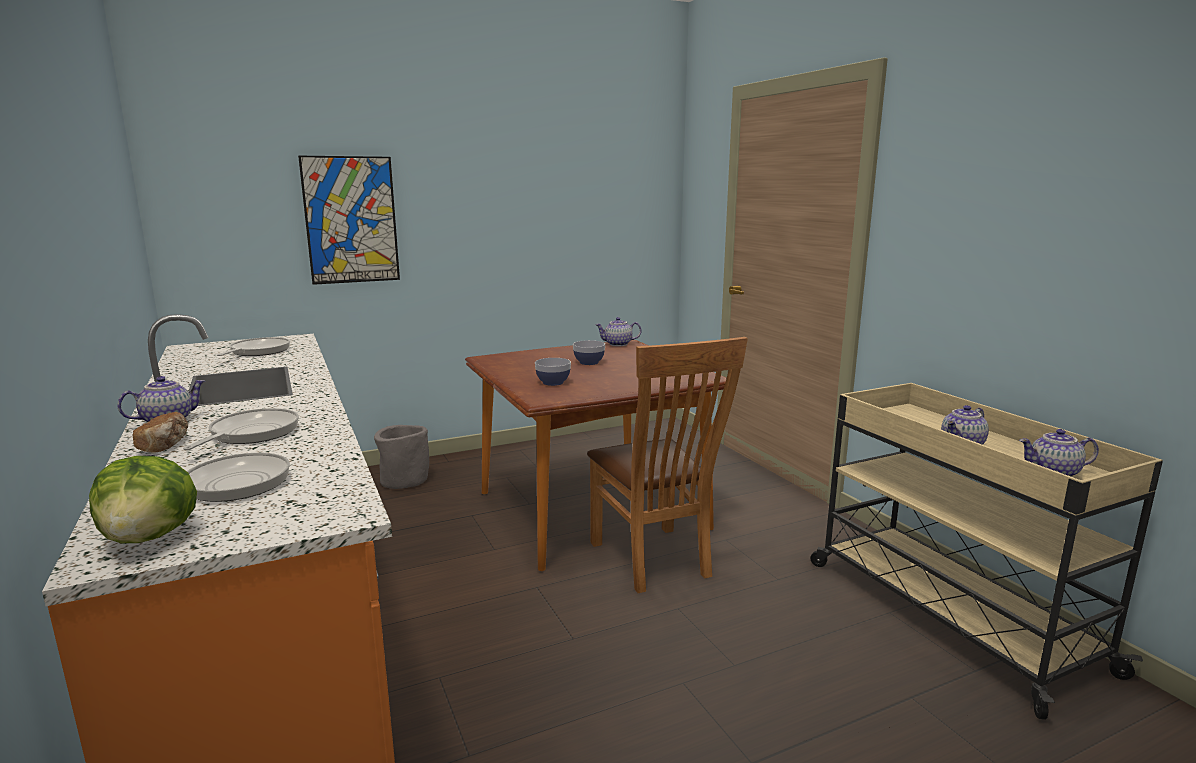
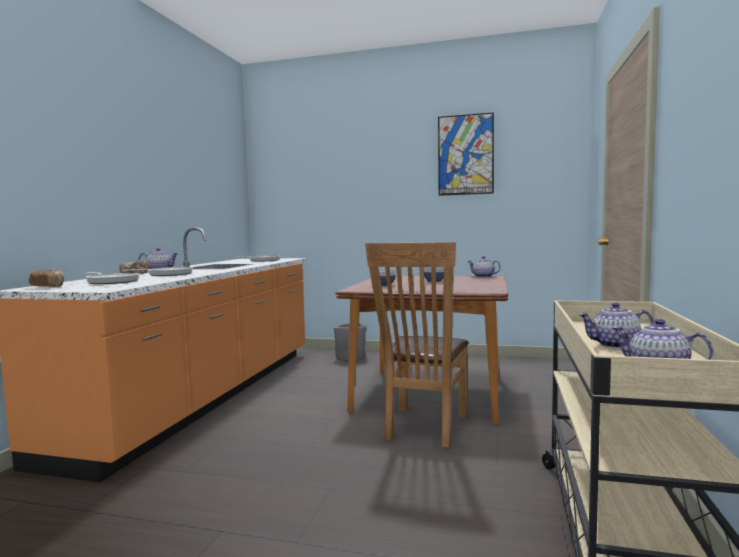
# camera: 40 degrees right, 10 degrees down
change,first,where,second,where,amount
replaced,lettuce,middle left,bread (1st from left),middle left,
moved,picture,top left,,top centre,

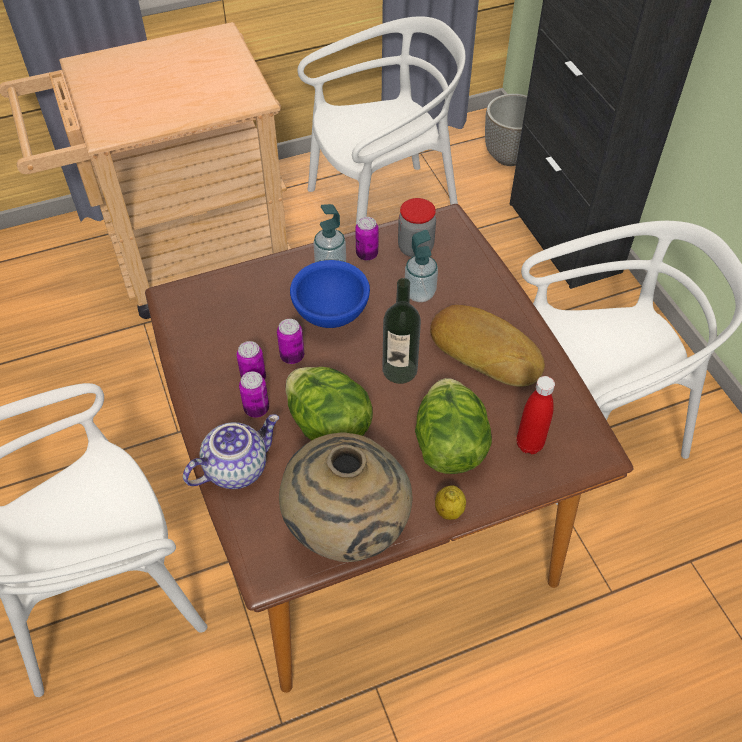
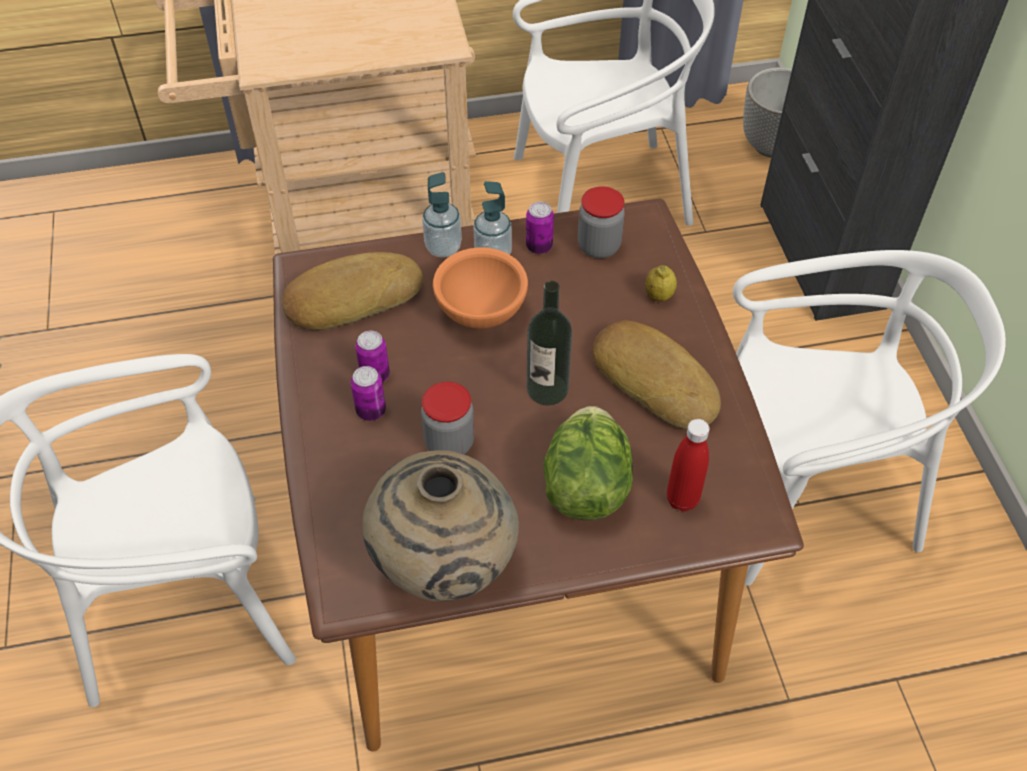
# camera: 10 degrees right, 0 degrees up
change,first,where,second,where,amount
removed,teapot,middle left,,,
removed,can (3rd from left),centre,,,
replaced,lettuce (1st from left),centre,jar (1st from left),centre,
recoloured,blue bowl,centre,orange bowl,centre,
moved,soap dispenser (2nd from left in the first image),centre,soap dispenser (1st from left),top centre,
moved,lemon,bottom centre,,centre,
added,,,bread (1st from left),centre,

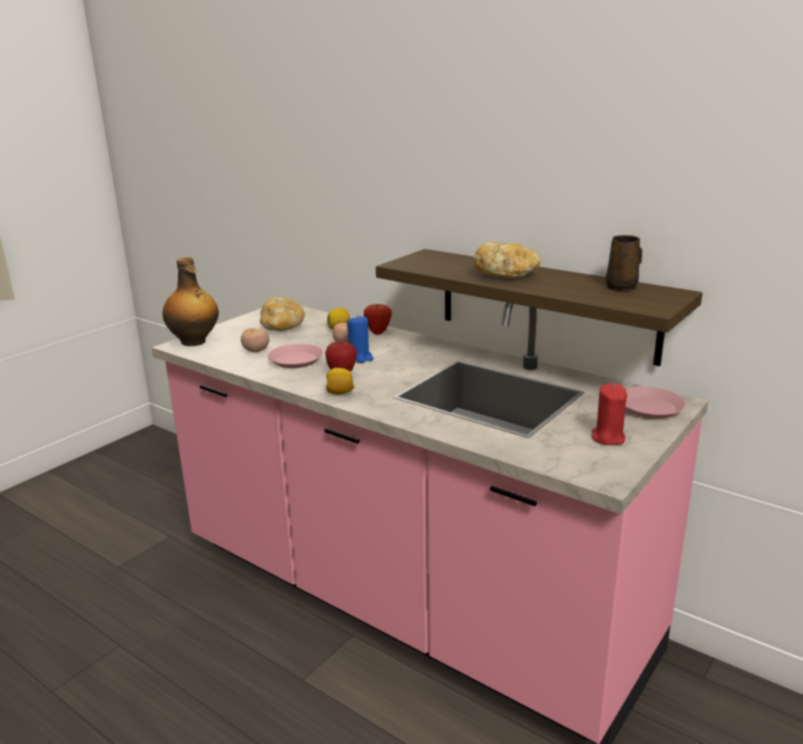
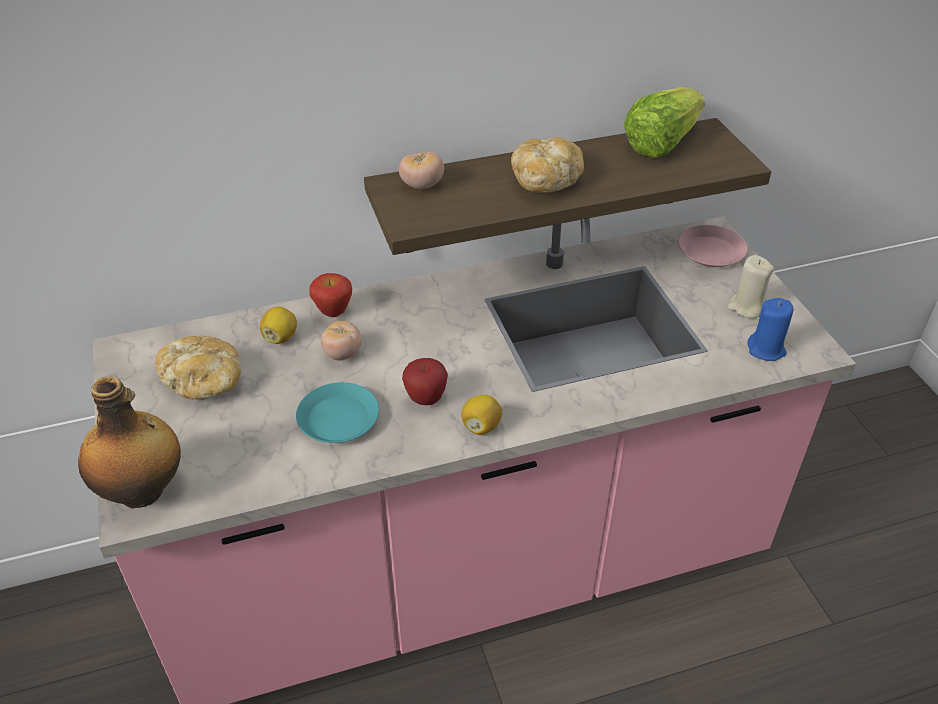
# camera: 55 degrees left, 20 degrees up
change,first,where,second,where,amount
moved,tomato (1st from left in the first image),middle left,tomato (2nd from left),top centre,
recoloured,pink plate (1st from left),centre,turquoise plate,centre,
moved,blue candle,centre,,middle right,
recoloured,red candle,middle right,beige candle,middle right,
replaced,brown mug,middle right,lettuce,top right,

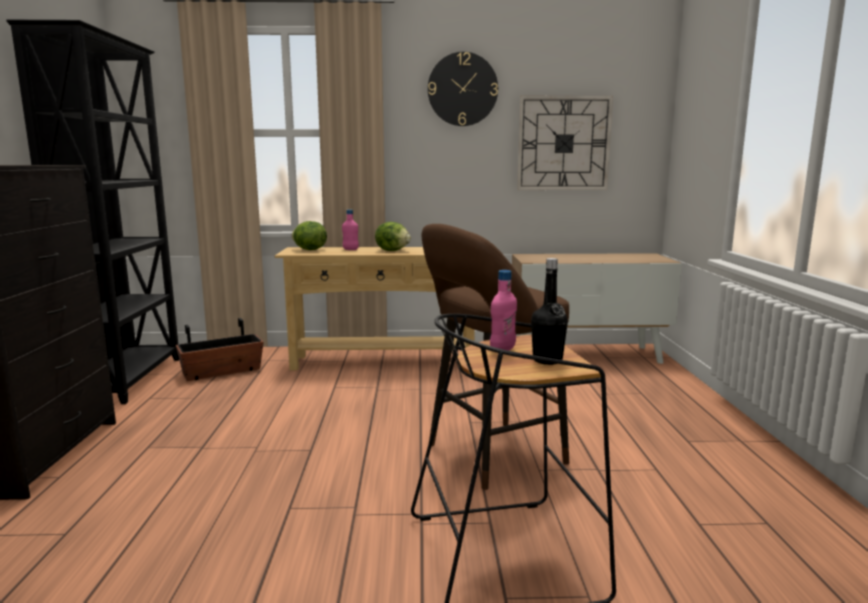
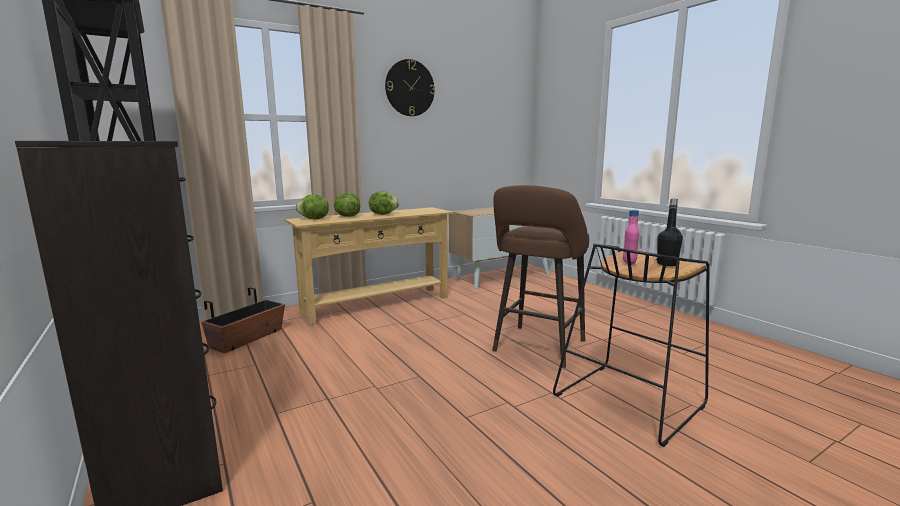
# camera: 30 degrees left, 0 degrees up
change,first,where,second,where,amount
replaced,pink bottle (1st from left),centre,lettuce (2nd from left),centre,
removed,wall clock (2nd from left),top centre,,,

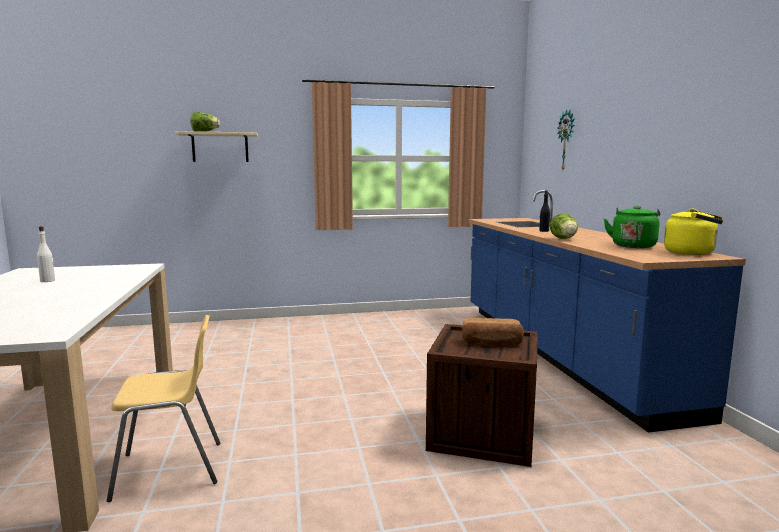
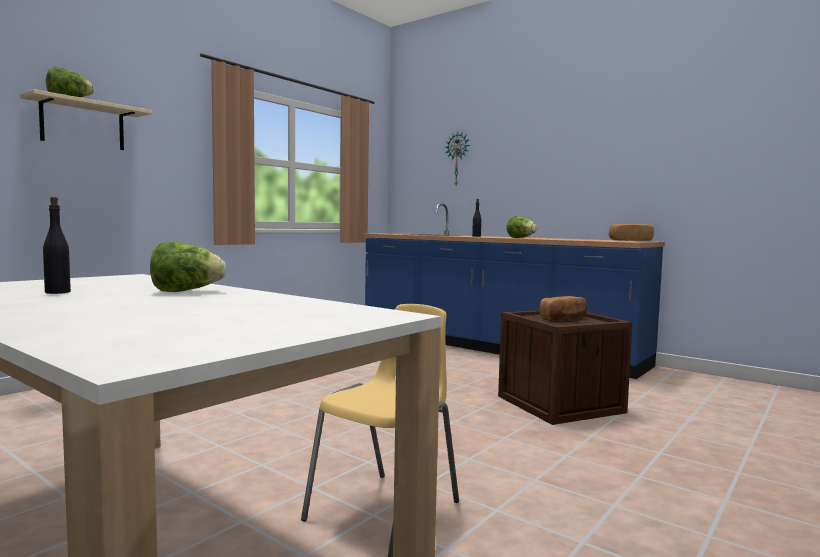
# camera: 40 degrees left, 5 degrees down
change,first,where,second,where,amount
recoloured,white bottle,middle left,black bottle (1st from left),middle left,
removed,green kettle,middle right,,,
replaced,yellow kettle,middle right,bread (2nd from left),middle right,
added,,,lettuce (2nd from left),middle left,

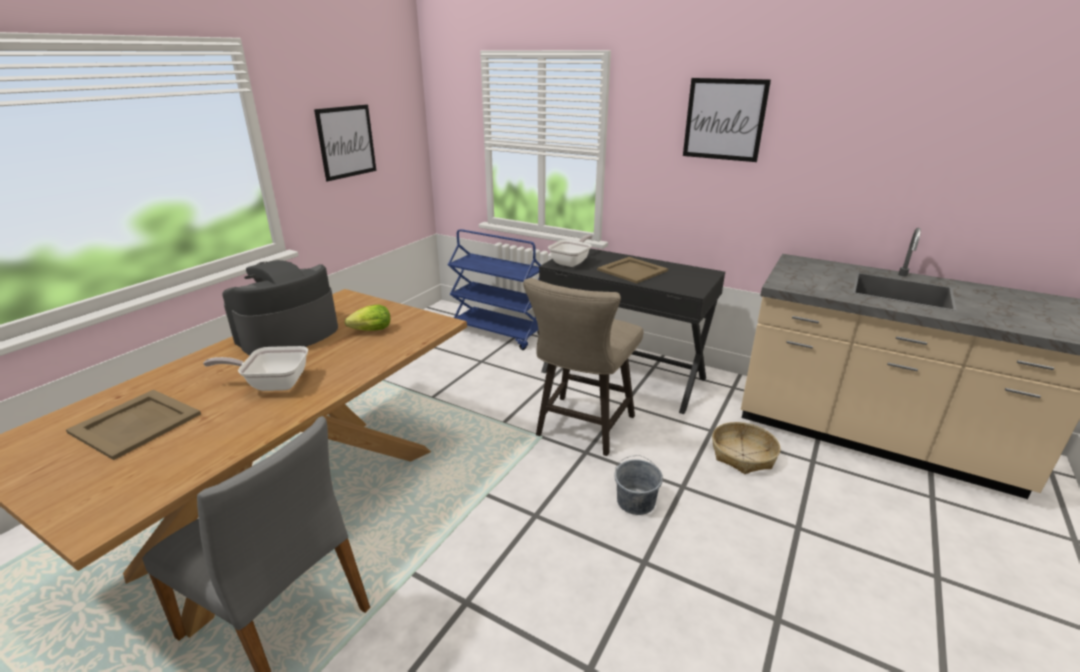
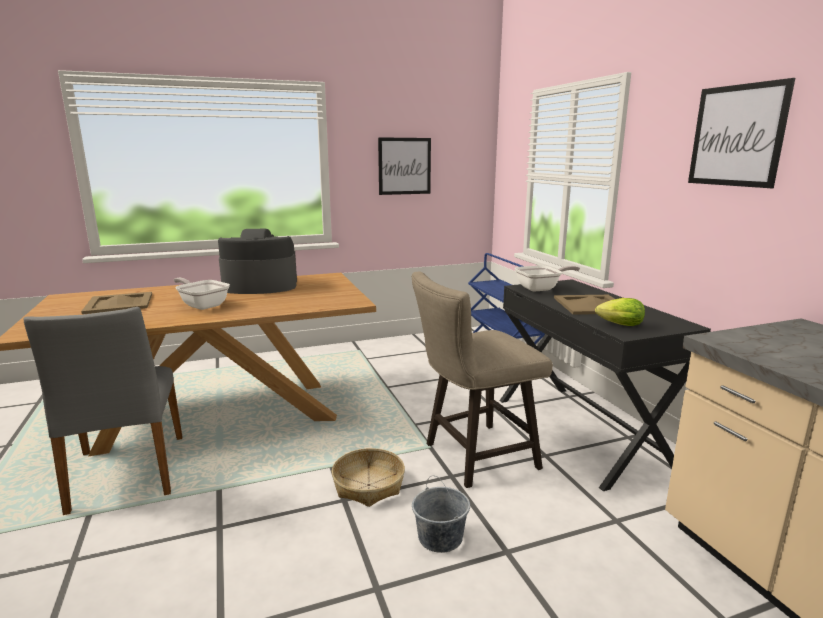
# camera: 40 degrees right, 10 degrees down
change,first,where,second,where,amount
moved,lettuce,centre,,middle right,
moved,basket,bottom right,,bottom centre,

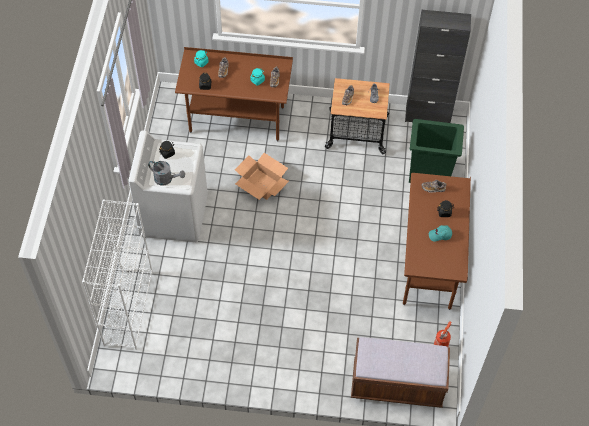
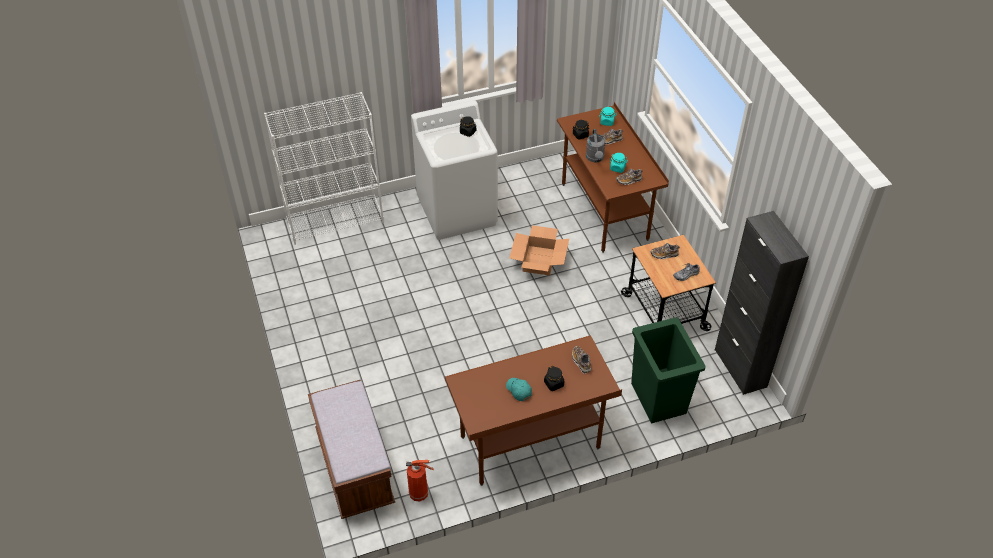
# camera: 65 degrees right, 10 degrees down
change,first,where,second,where,amount
moved,grey watering can,middle left,,top centre,

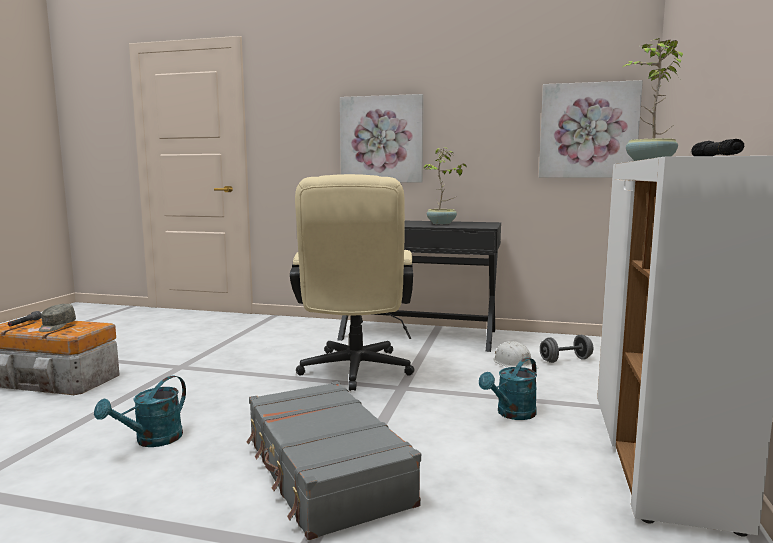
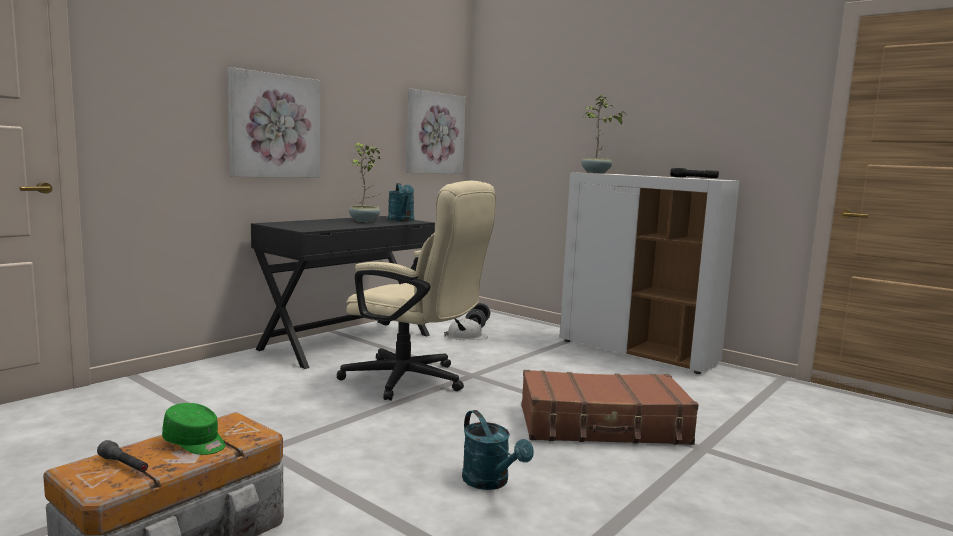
# camera: 65 degrees left, 0 degrees up
change,first,where,second,where,amount
recoloured,grey cap,middle left,green cap,bottom left,
recoloured,grey suitcase,bottom centre,brown suitcase,bottom centre,
moved,turquoise watering can (2nd from left in the first image),bottom centre,turquoise watering can (1st from left),centre,

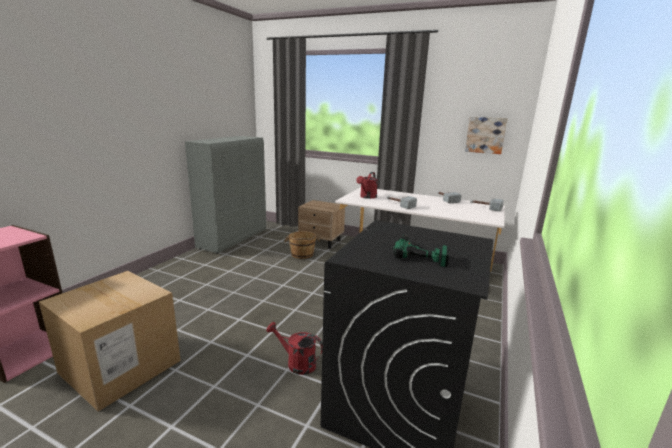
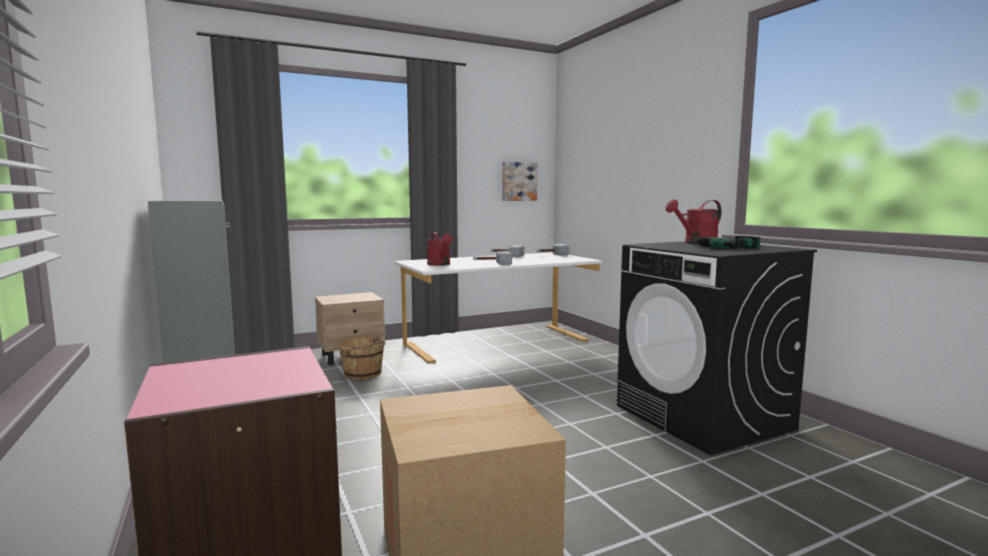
# camera: 50 degrees left, 10 degrees down
change,first,where,second,where,amount
moved,red watering can (1st from left in the first image),bottom centre,red watering can (2nd from left),middle right,

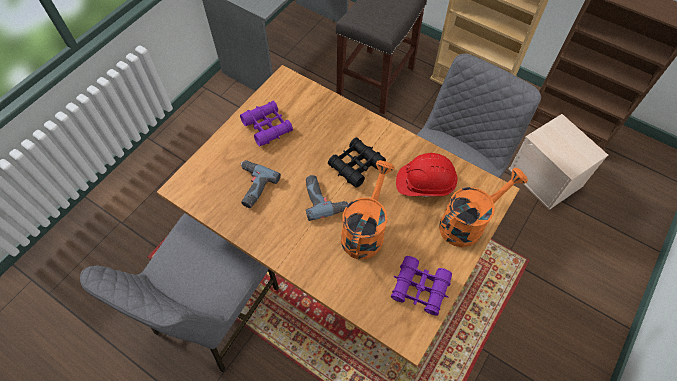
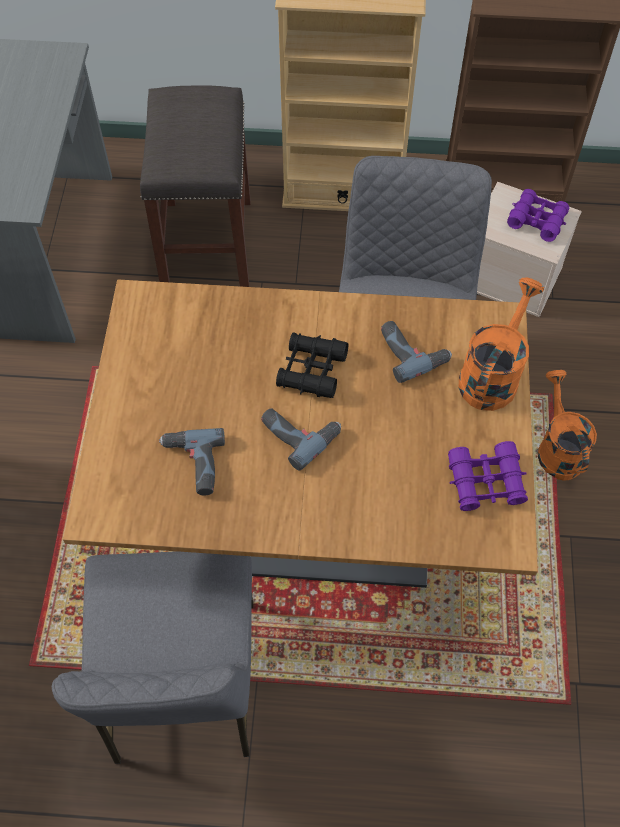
# camera: 30 degrees left, 0 degrees up
change,first,where,second,where,amount
moved,purple binoculars (1st from left in the first image),top centre,purple binoculars (2nd from left),top right,
moved,orange watering can (1st from left in the first image),centre,orange watering can (2nd from left),middle right,
replaced,red hard hat,centre,power drill (3rd from left),middle right,

